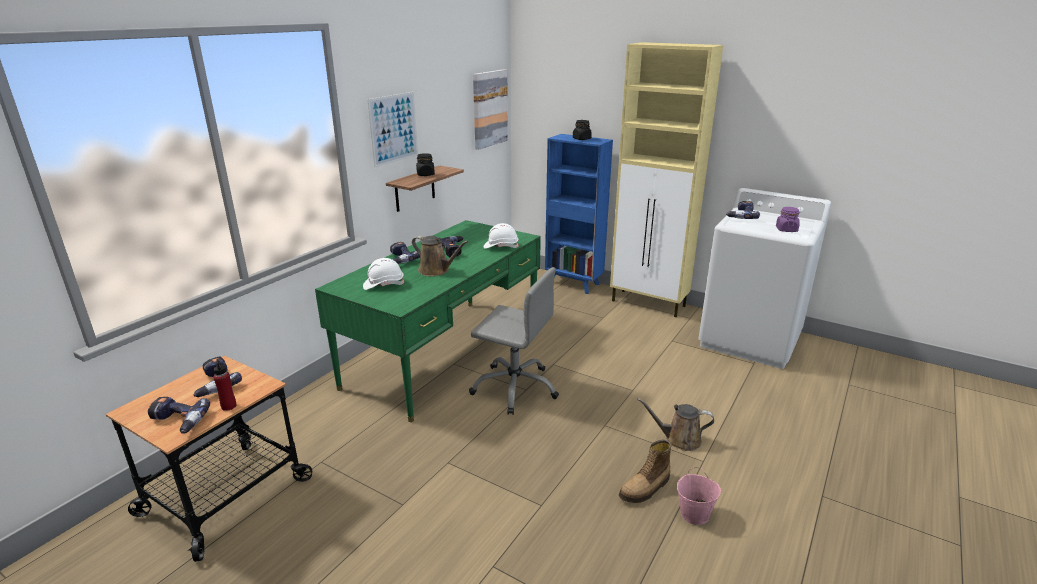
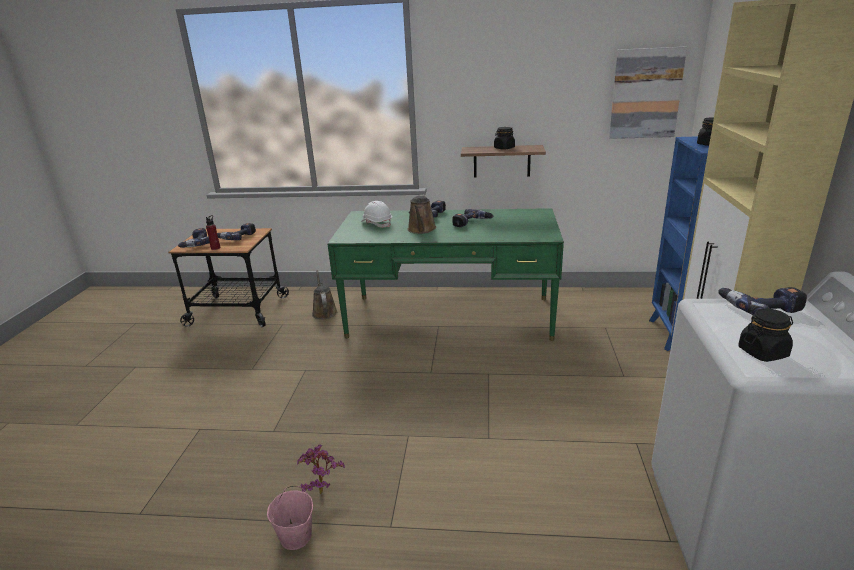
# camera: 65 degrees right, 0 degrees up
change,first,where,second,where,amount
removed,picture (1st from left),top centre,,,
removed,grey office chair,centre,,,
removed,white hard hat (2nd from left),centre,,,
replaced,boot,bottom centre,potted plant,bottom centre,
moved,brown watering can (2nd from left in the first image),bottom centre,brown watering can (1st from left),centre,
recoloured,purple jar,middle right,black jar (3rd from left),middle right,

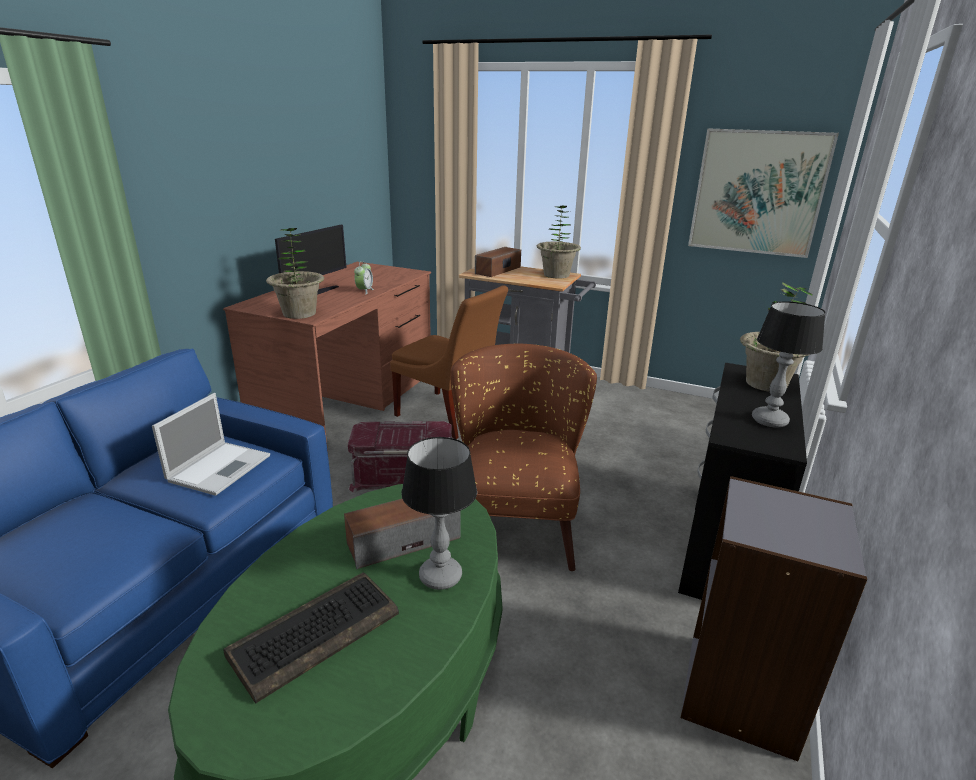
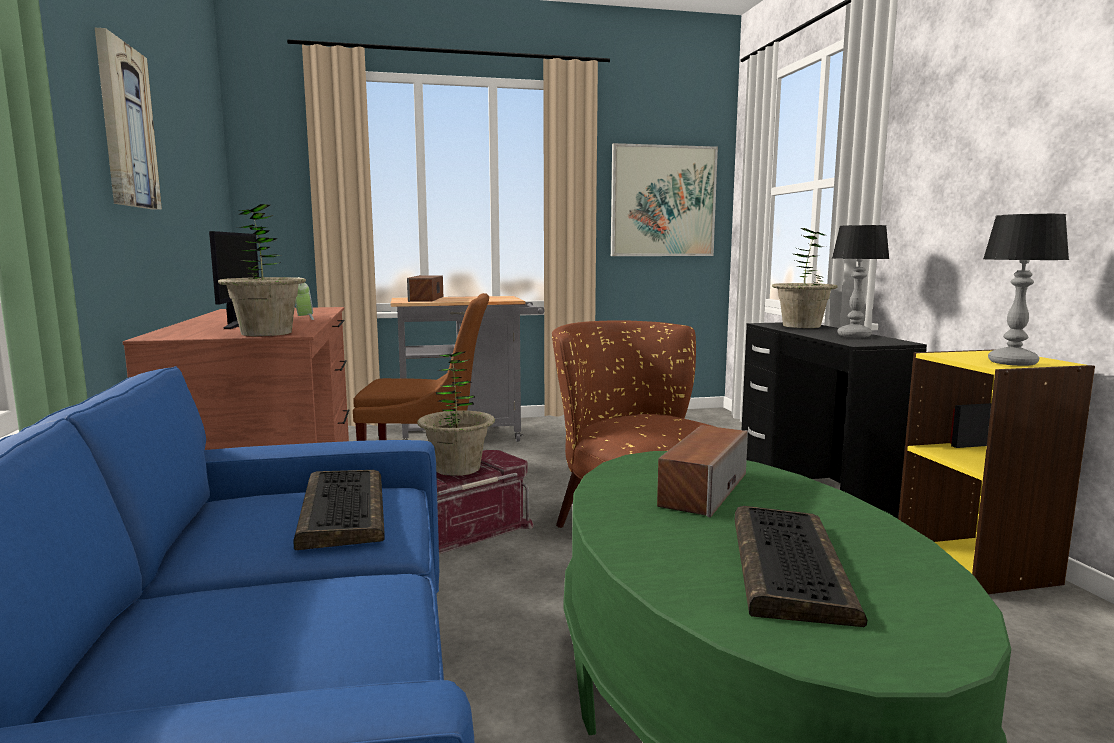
# camera: 35 degrees left, 15 degrees down
change,first,where,second,where,amount
replaced,laptop,middle left,keyboard (1st from left),bottom left,
moved,table lamp (1st from left in the first image),centre,table lamp (2nd from left),middle right,
moved,potted plant (2nd from left),top centre,,centre,
recoloured,grey bookcase,bottom right,yellow bookcase,middle right,
added,,,picture (1st from left),top left,

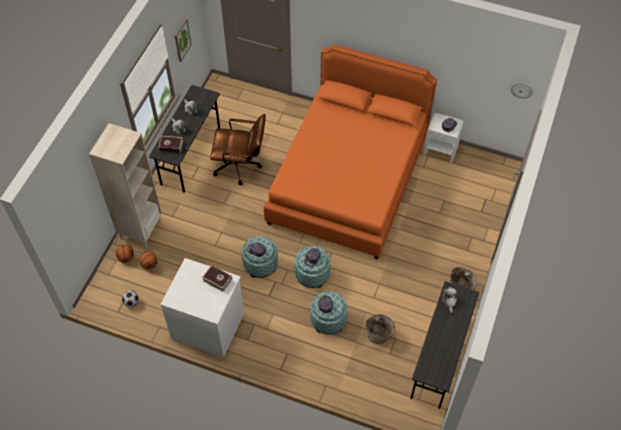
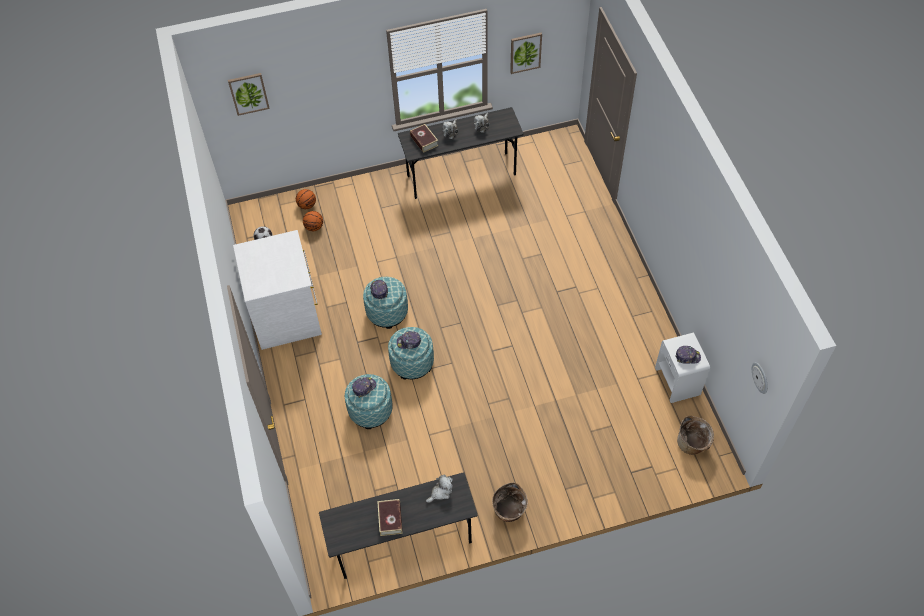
# camera: 55 degrees right, 0 degrees up
change,first,where,second,where,amount
removed,beige bookcase,middle left,,,
moved,book (2nd from left in the first image),centre,book (1st from left),bottom centre,
removed,brown office chair,centre,,,
removed,orange bed,centre,,,
moved,basket (1st from left in the first image),bottom centre,basket (2nd from left),bottom right,
added,,,picture (1st from left),top left,

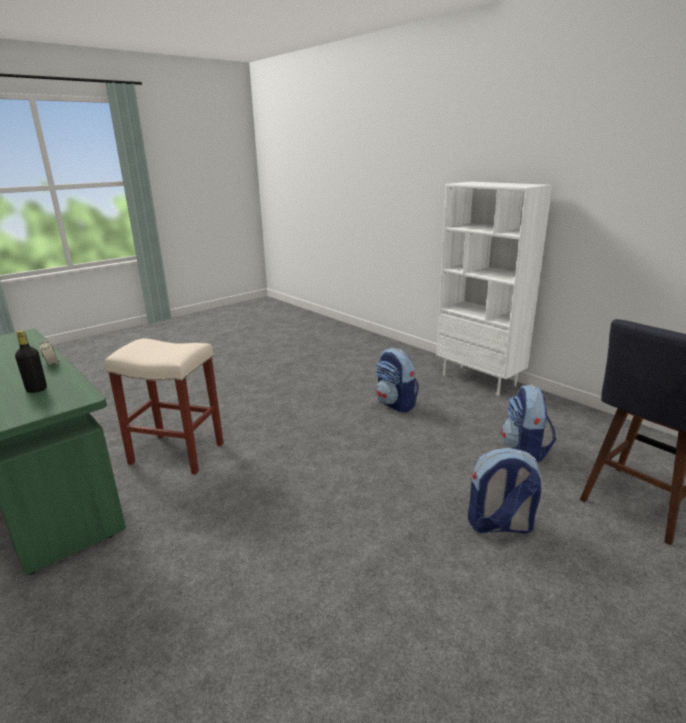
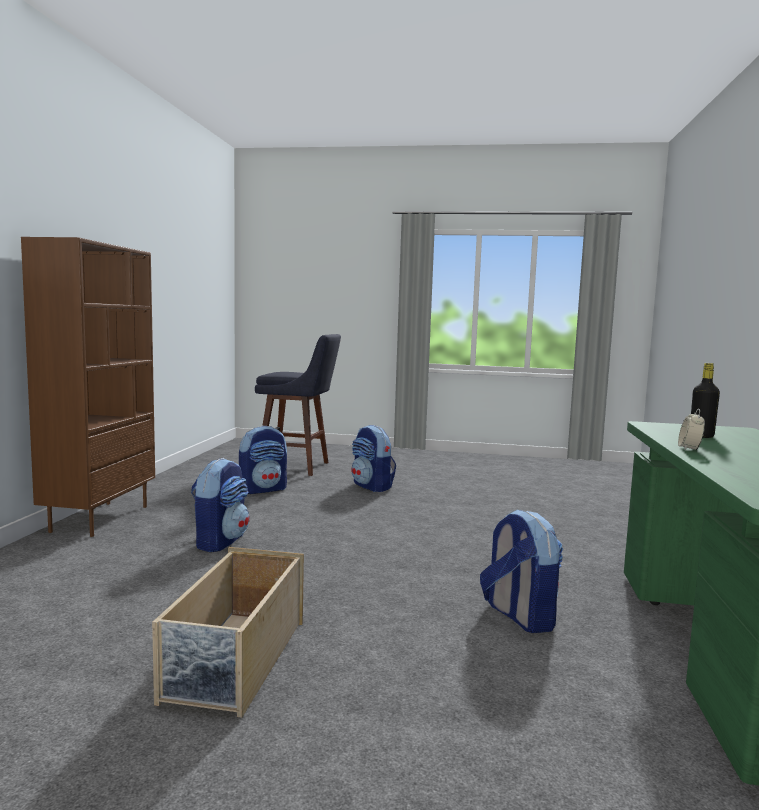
# camera: 130 degrees left, 15 degrees down
change,first,where,second,where,amount
replaced,beige stool,middle left,backpack (4th from left),bottom right,
recoloured,white bookcase,middle right,brown bookcase,middle left,
added,,,beige storage box,bottom left,

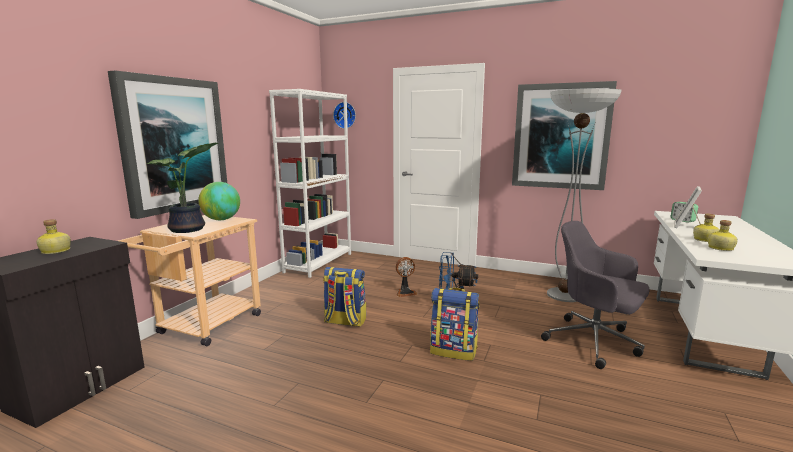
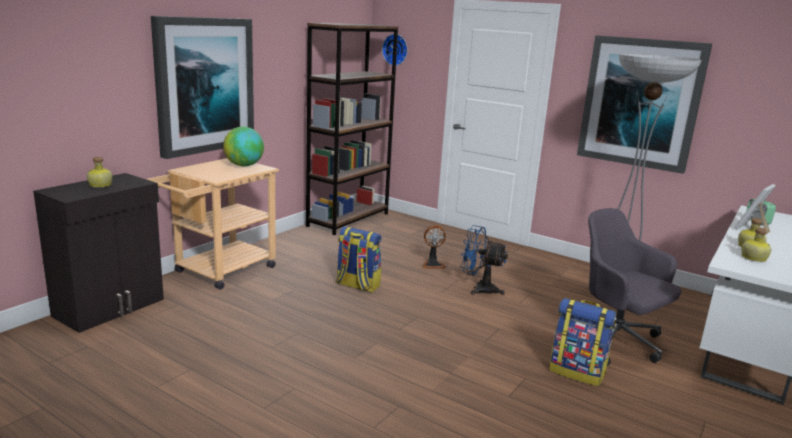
# camera: 10 degrees right, 5 degrees up
change,first,where,second,where,amount
removed,potted plant,middle left,,,
recoloured,white bookcase,centre,brown bookcase,top centre,
moved,backpack (2nd from left),bottom centre,,bottom right,

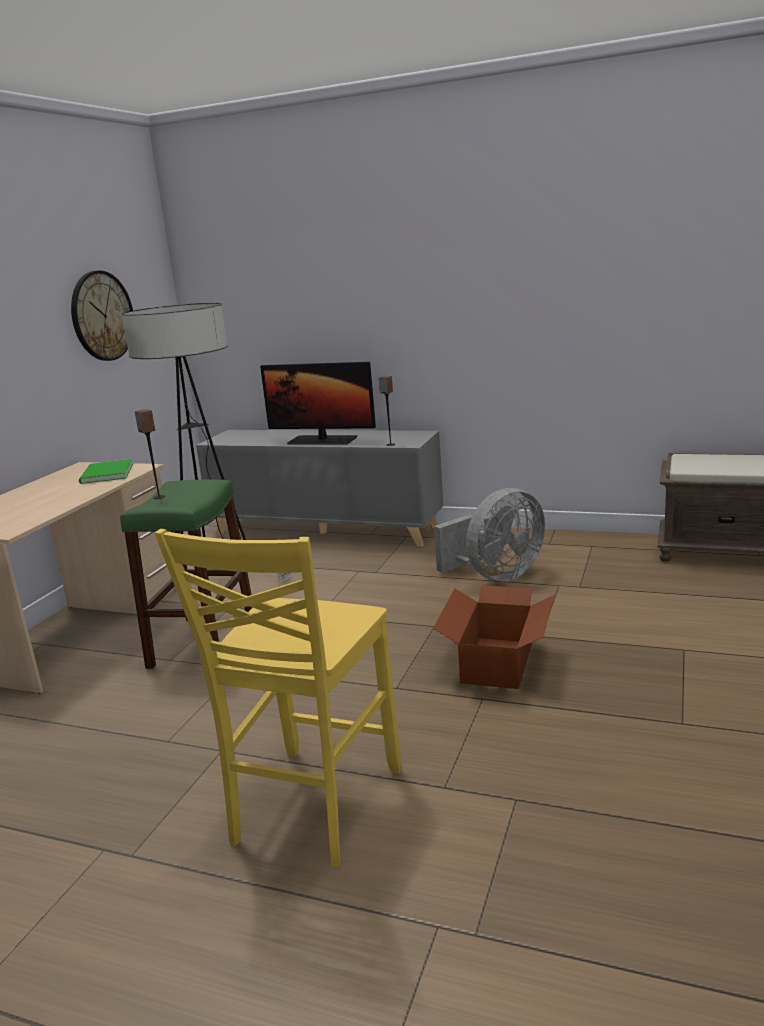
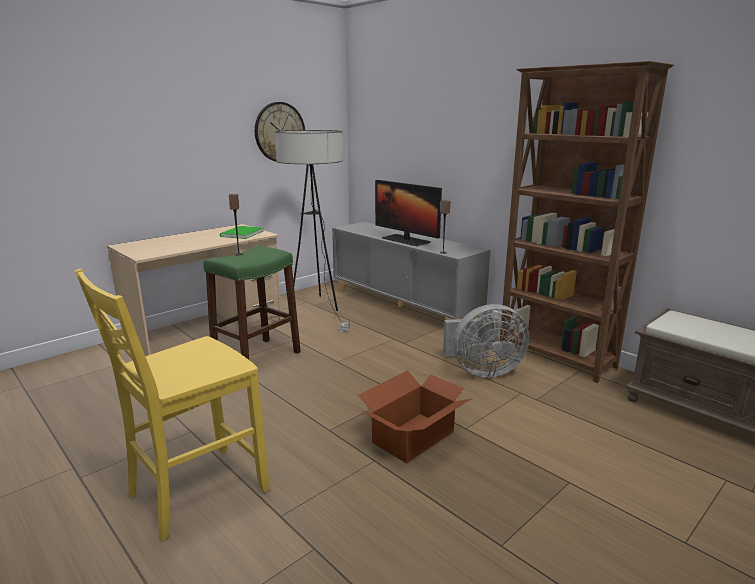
# camera: 25 degrees right, 0 degrees up
change,first,where,second,where,amount
added,,,brown bookcase,middle right,

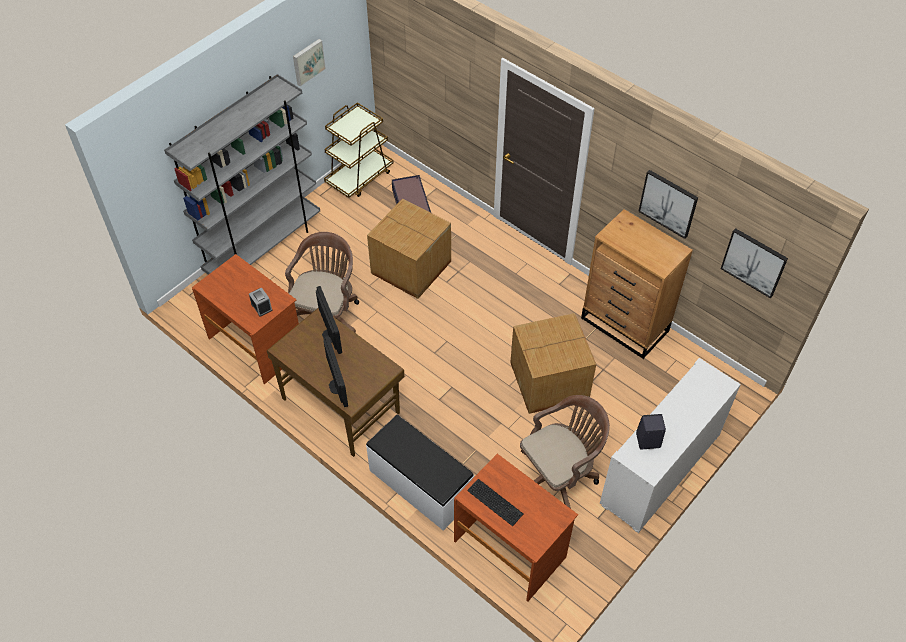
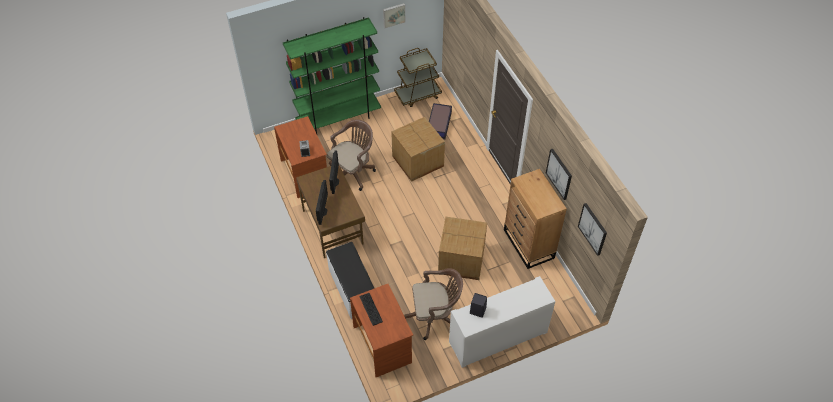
# camera: 25 degrees right, 0 degrees up
change,first,where,second,where,amount
recoloured,grey bookcase,top left,green bookcase,top centre,

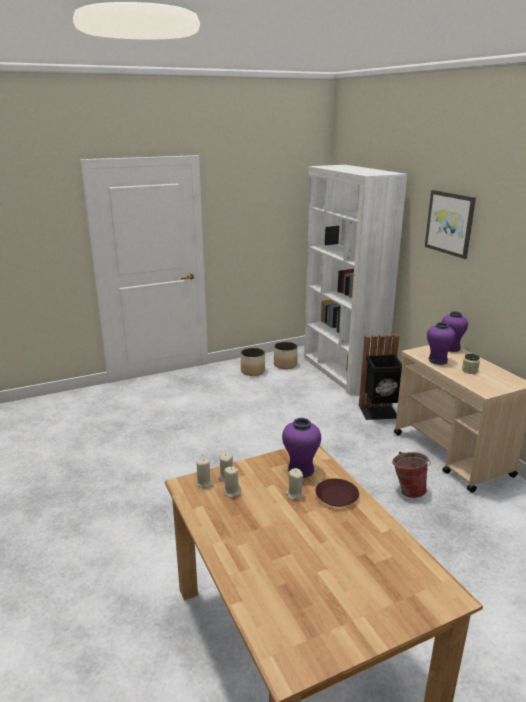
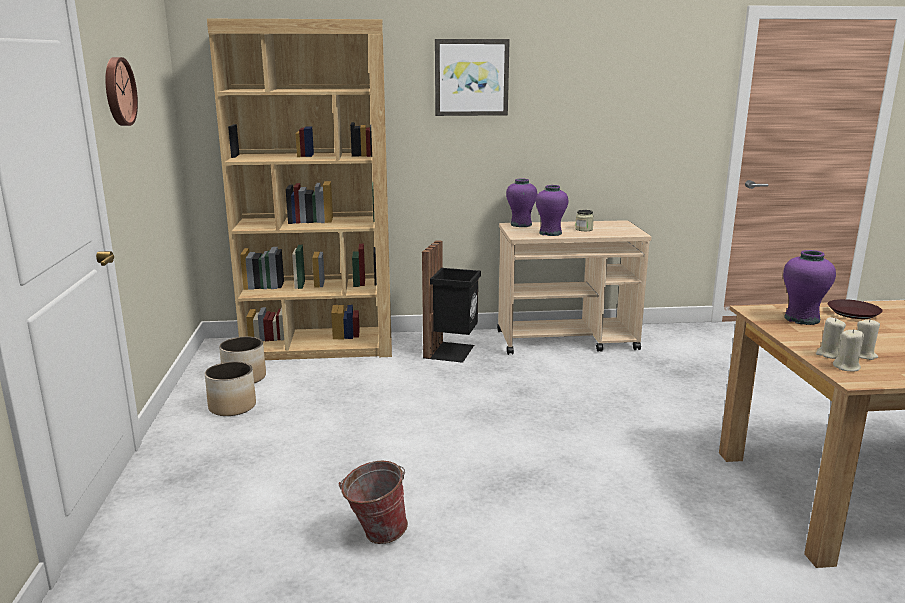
# camera: 70 degrees left, 5 degrees down
change,first,where,second,where,amount
removed,beige candle (4th from left),bottom centre,,,
recoloured,white bookcase,middle right,brown bookcase,top left,
moved,bucket,bottom right,,bottom centre,
added,,,wall clock,top left,

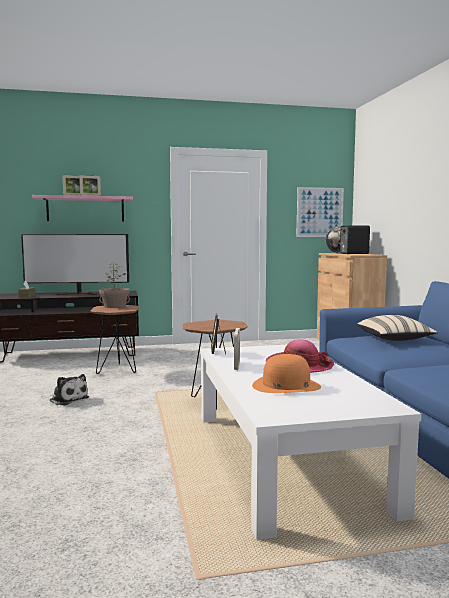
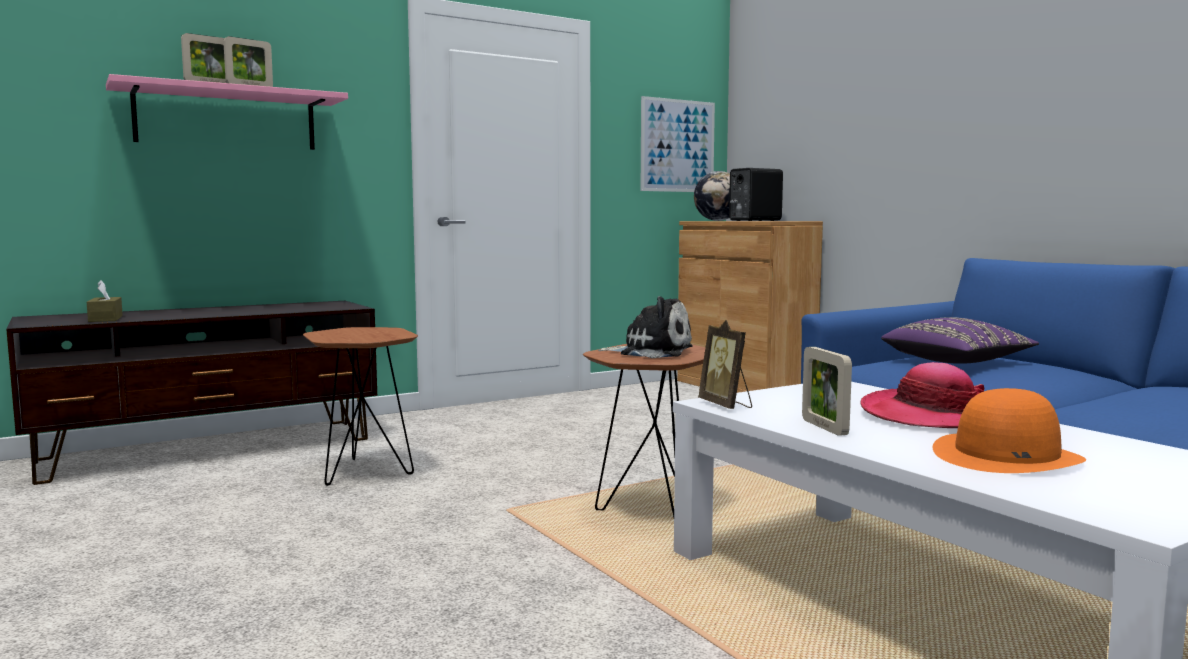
# camera: 20 degrees left, 0 degrees up
change,first,where,second,where,amount
removed,television,middle left,,,
moved,plush toy,middle left,,centre,
removed,potted plant,middle left,,,
recoloured,beige pillow,middle right,purple pillow,middle right,

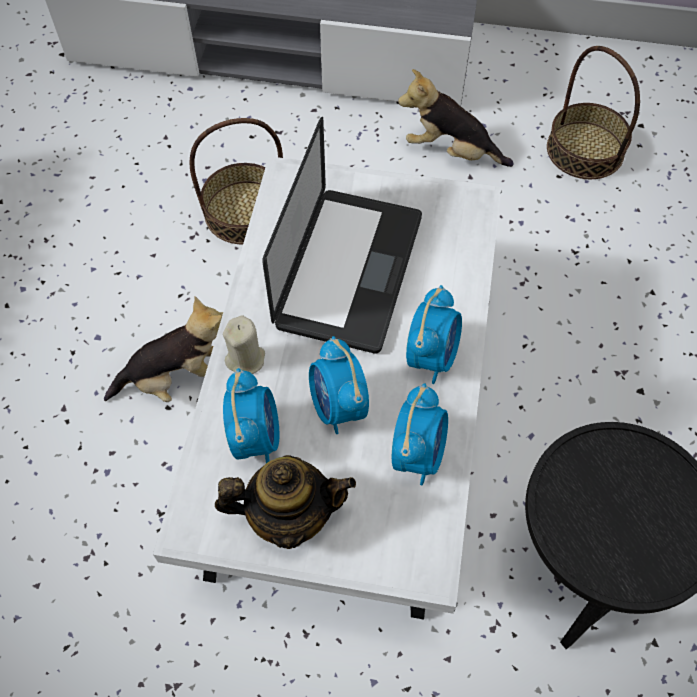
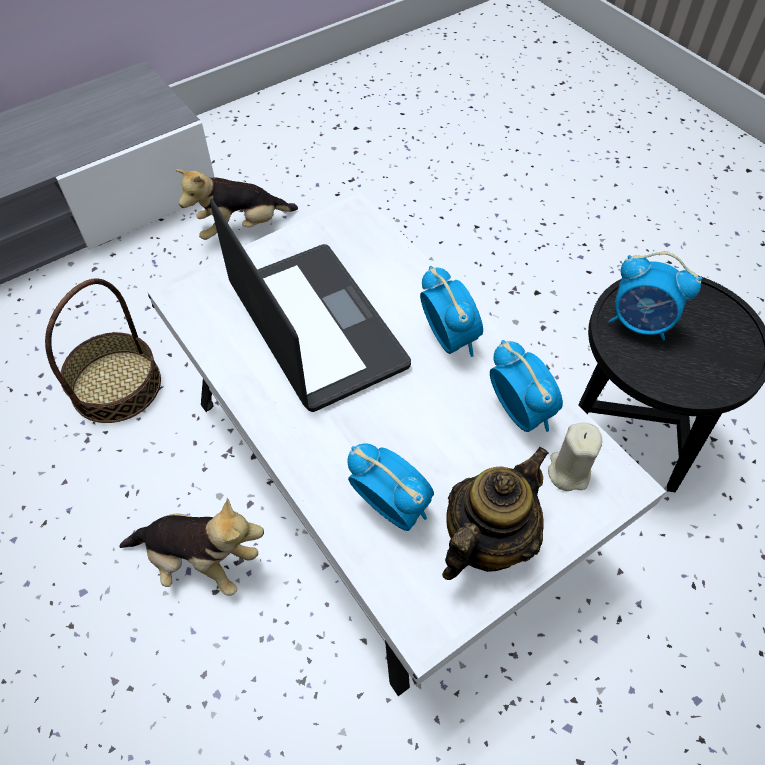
# camera: 45 degrees left, 5 degrees down
change,first,where,second,where,amount
turned,plush toy (1st from left),middle left,,bottom left,75 degrees clockwise
moved,beige candle,centre,,middle right,
moved,alarm clock (2nd from left in the first image),centre,alarm clock (4th from left),middle right,
removed,basket (2nd from left),top right,,,

